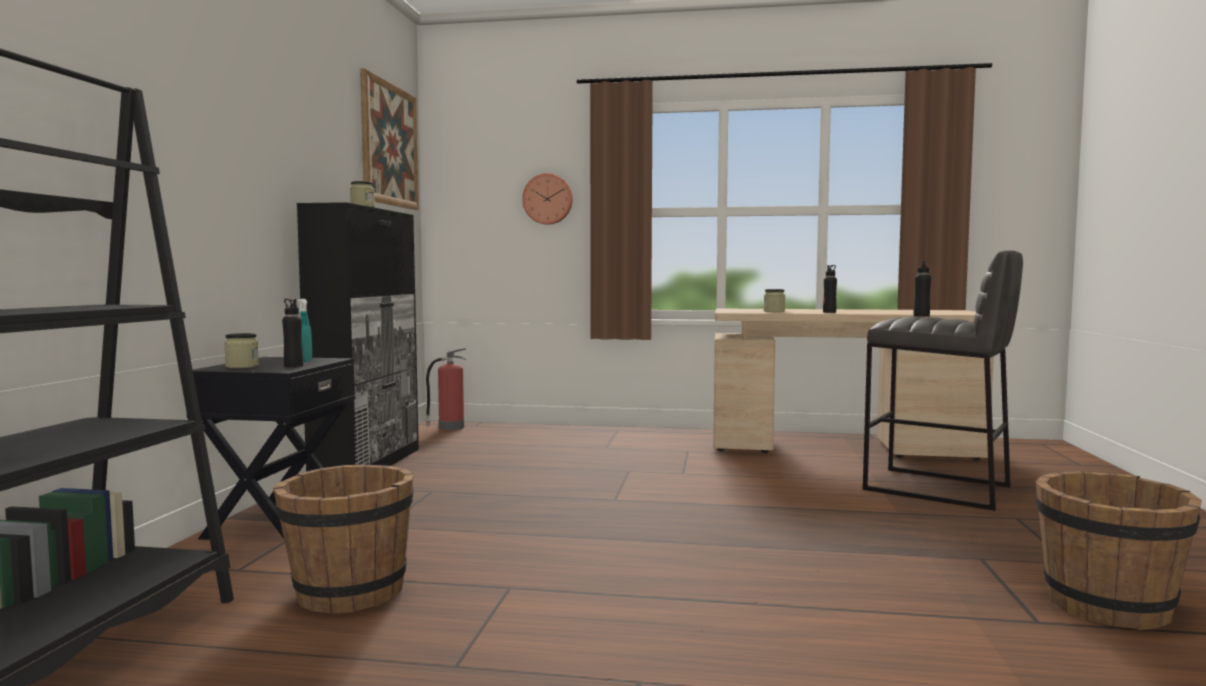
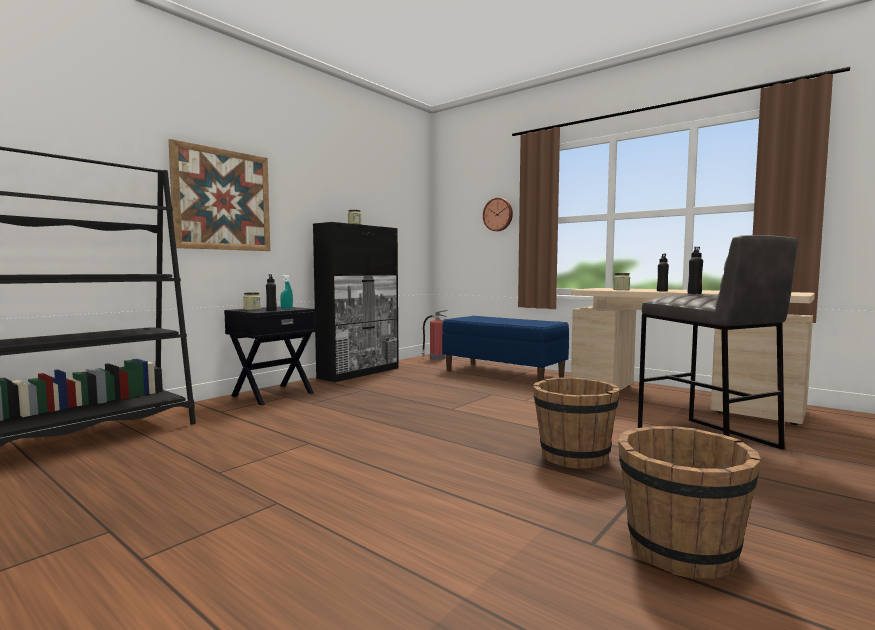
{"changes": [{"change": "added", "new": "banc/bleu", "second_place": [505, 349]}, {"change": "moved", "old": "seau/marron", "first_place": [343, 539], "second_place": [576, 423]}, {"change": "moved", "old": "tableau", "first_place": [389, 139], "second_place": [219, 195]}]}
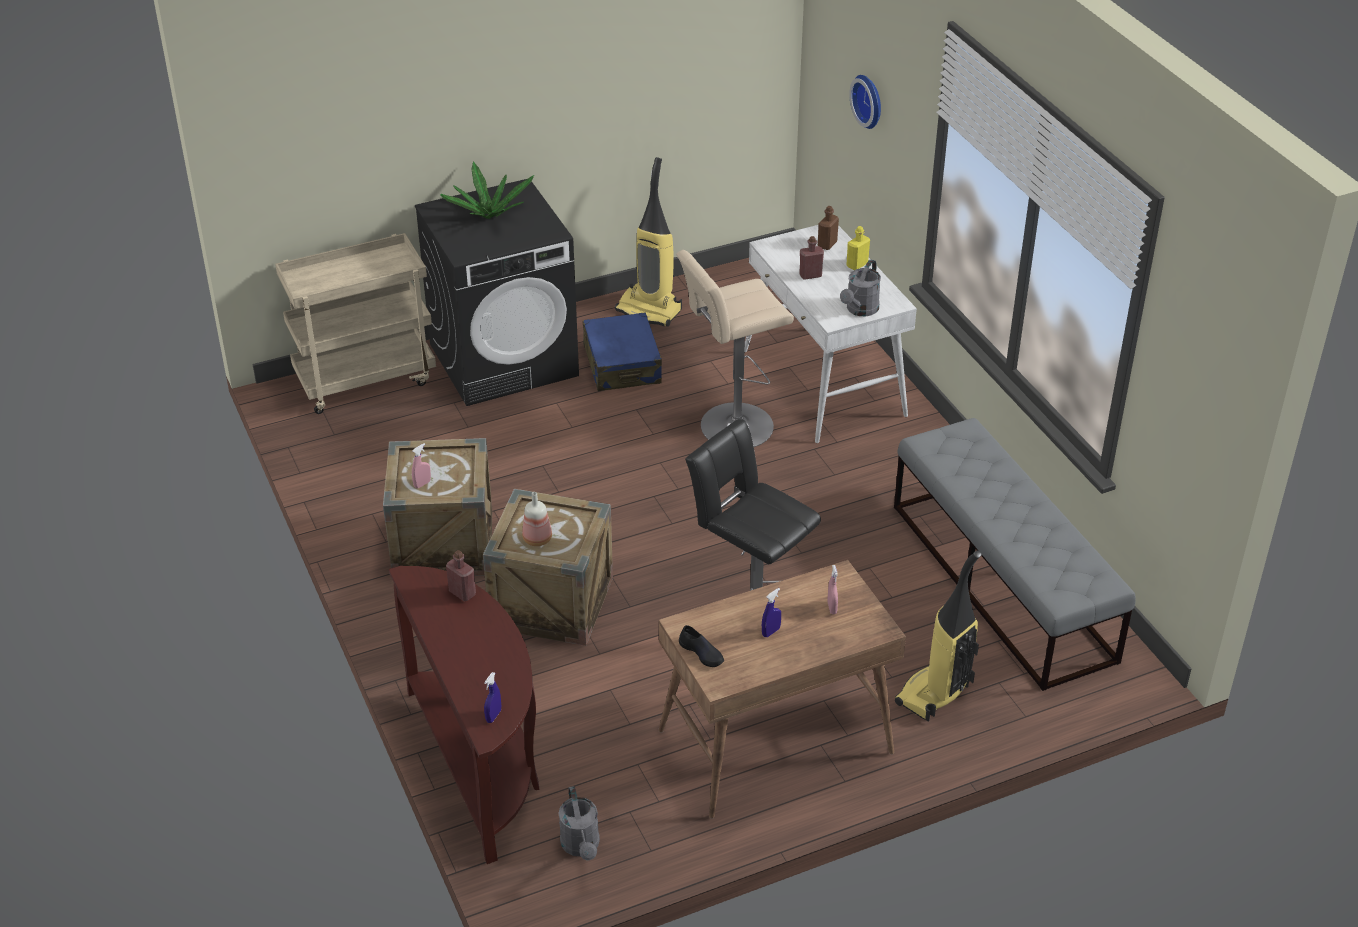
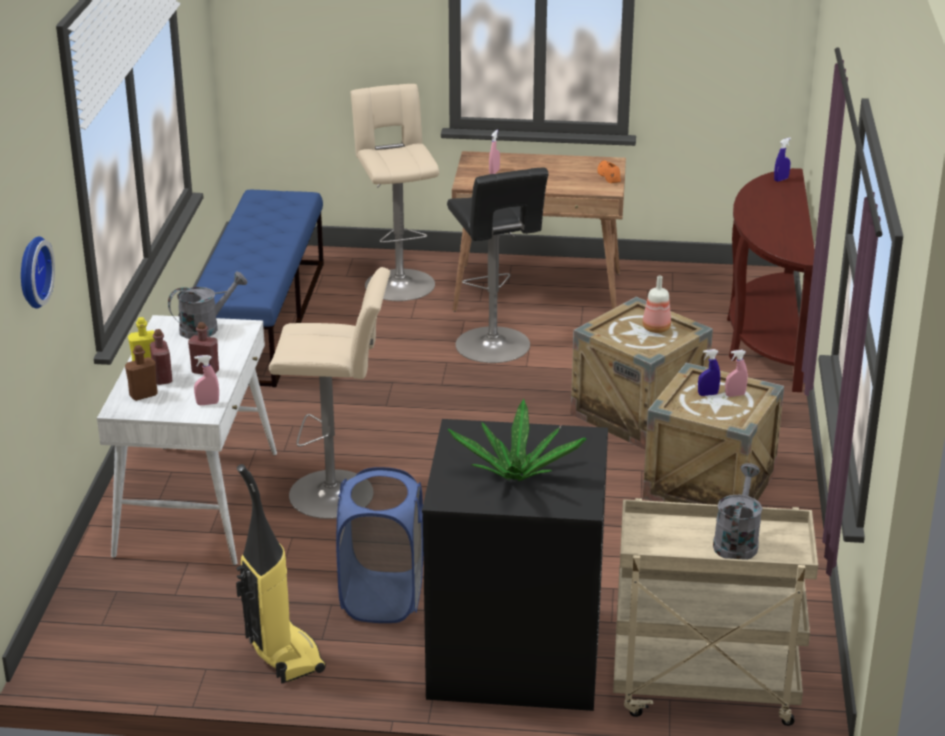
{"changes": [{"change": "added", "new": "vaporisateur/rose", "second_place": [206, 380]}, {"change": "moved", "old": "bouteille/rouge", "first_place": [461, 575], "second_place": [161, 357]}, {"change": "moved", "old": "arrosoir/gris", "first_place": [579, 823], "second_place": [737, 511]}, {"change": "moved", "old": "vaporisateur/bleu", "first_place": [771, 612], "second_place": [709, 372]}, {"change": "replaced", "old": "valise/bleu", "new": "panier à linge/bleu", "first_place": [622, 351], "second_place": [379, 545]}, {"change": "replaced", "old": "aspirateur", "new": "tabouret/beige", "first_place": [938, 636], "second_place": [395, 192]}, {"change": "recoloured", "old": "chaussure/noir", "new": "chaussure/orange", "first_place": [701, 646], "second_place": [609, 171]}, {"change": "recoloured", "old": "banc/gris", "new": "banc/bleu", "first_place": [1015, 554], "second_place": [260, 288]}]}
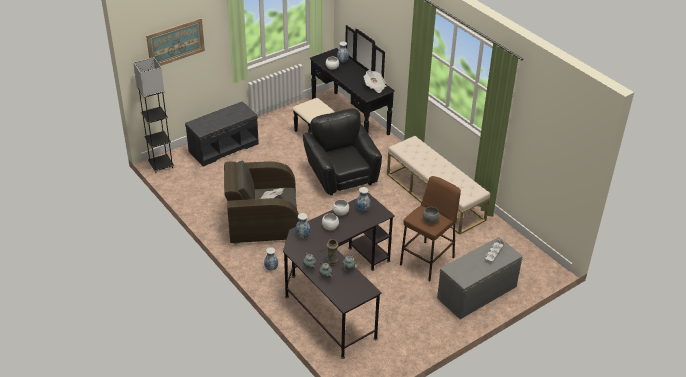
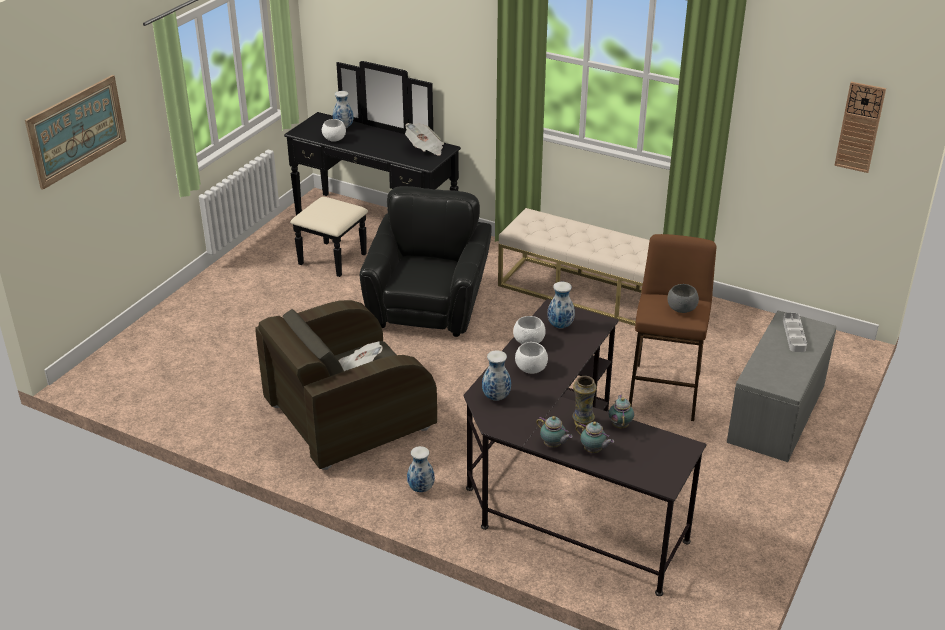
{"changes": [{"change": "removed", "old": "lampadaire/gris", "first_place": [153, 114]}, {"change": "removed", "old": "banc/gris", "first_place": [222, 134]}, {"change": "added", "new": "horloge murale", "second_place": [860, 127]}, {"change": "turned", "old": "fauteuil/noir", "first_place": [342, 151], "second_place": [426, 261], "degrees": 60}]}
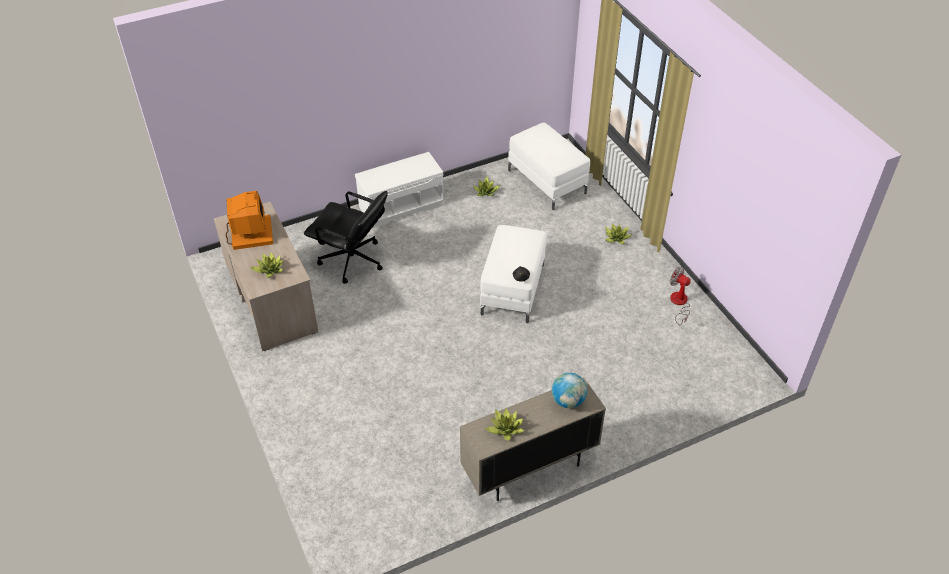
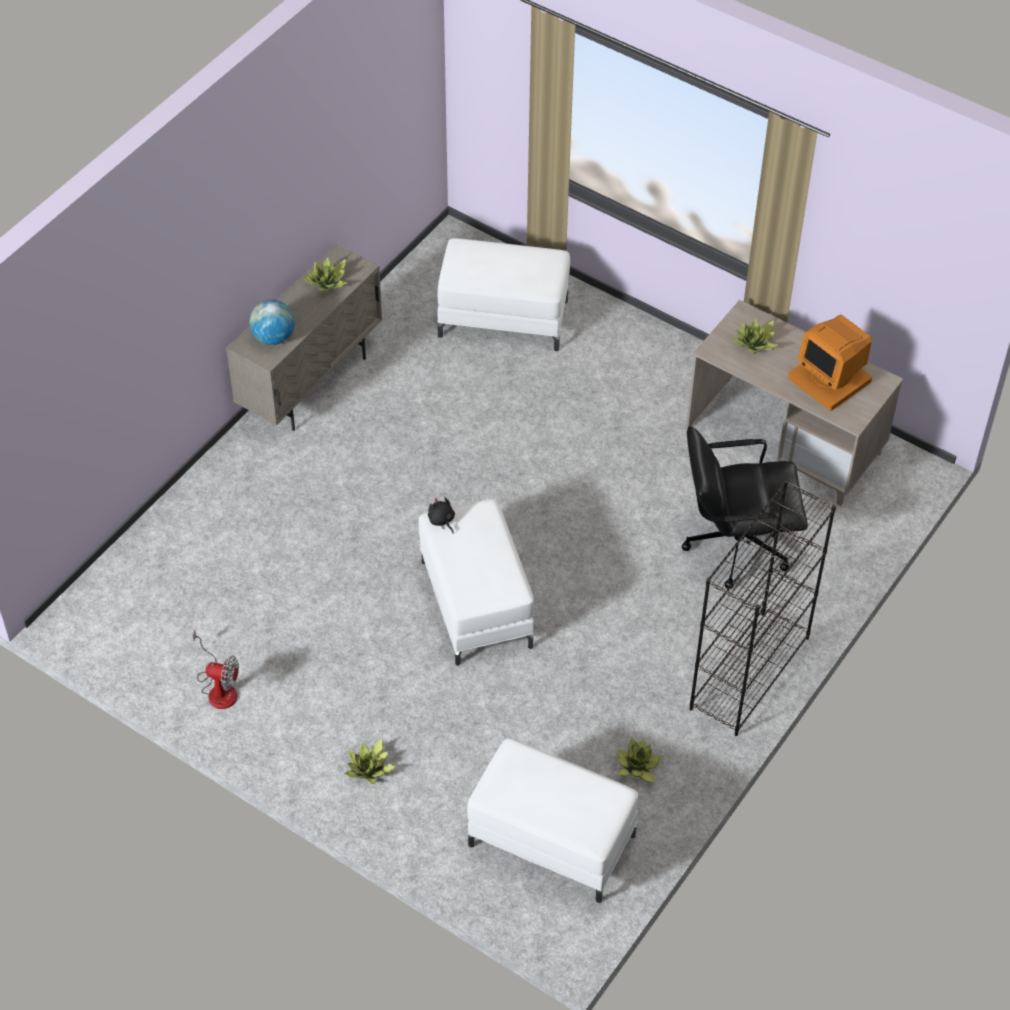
{"changes": [{"change": "added", "new": "pouf/blanc", "second_place": [503, 294]}, {"change": "replaced", "old": "banc/blanc", "new": "bibliothèque/noir", "first_place": [399, 190], "second_place": [763, 608]}]}
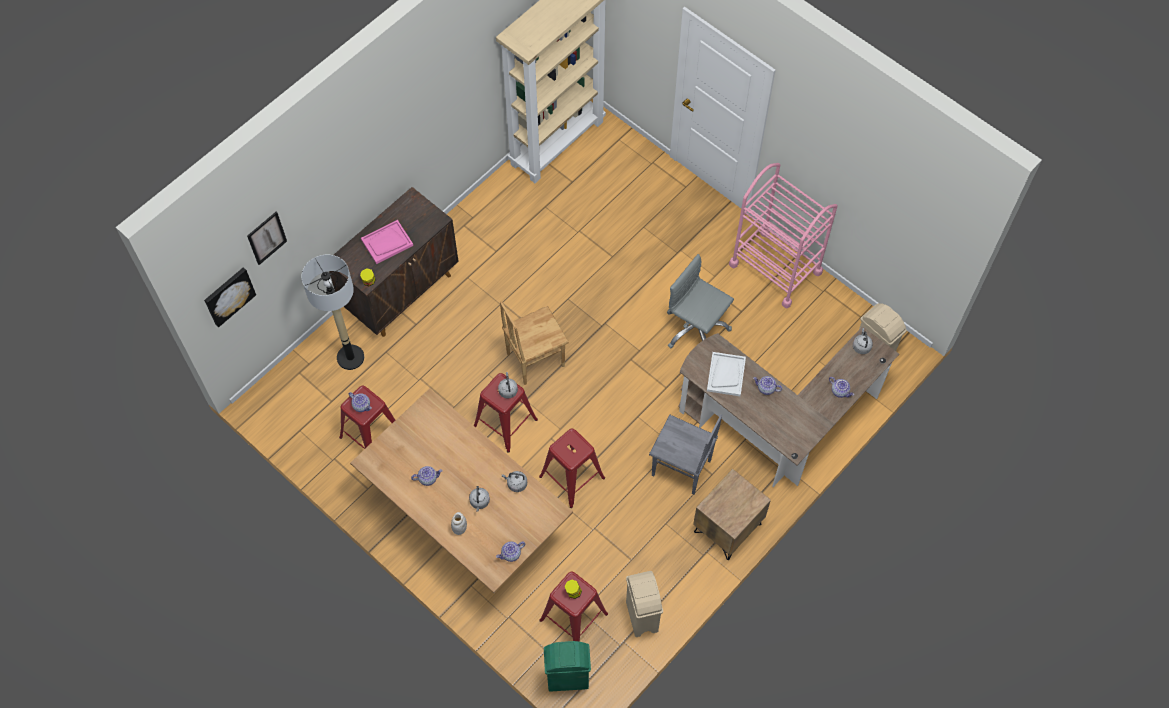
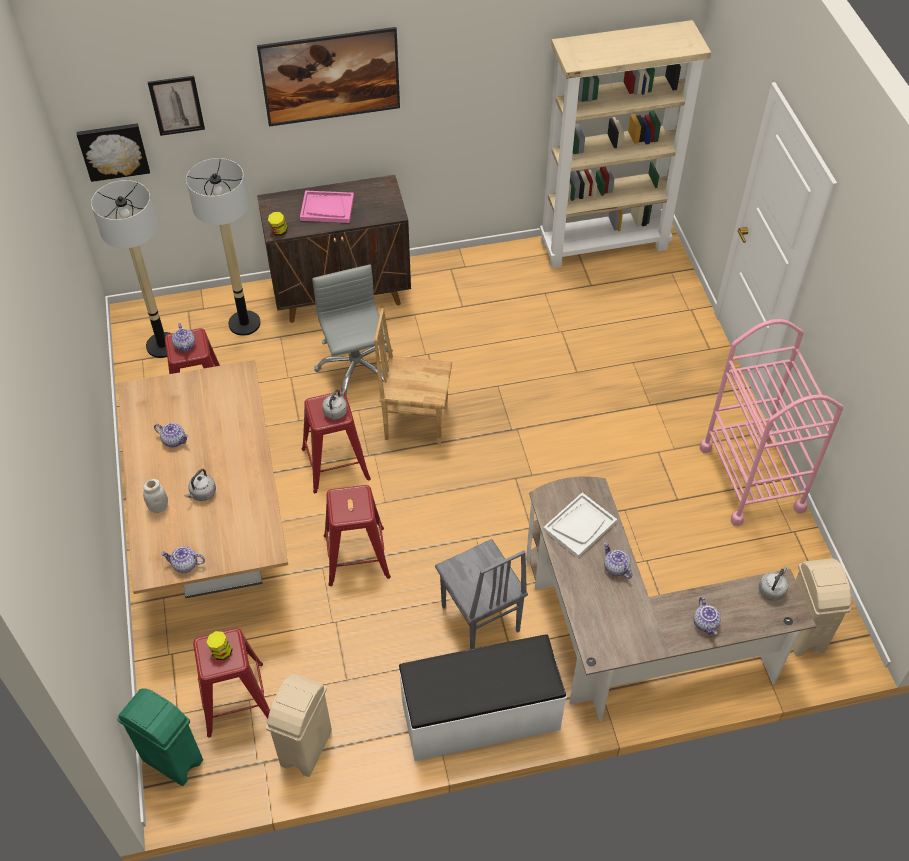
{"changes": [{"change": "removed", "old": "bouilloire/gris", "first_place": [514, 481]}, {"change": "added", "new": "lampadaire", "second_place": [131, 269]}, {"change": "added", "new": "tableau", "second_place": [328, 77]}, {"change": "moved", "old": "chaise de bureau/gris", "first_place": [700, 301], "second_place": [352, 329]}, {"change": "replaced", "old": "table de chevet/marron", "new": "banc/blanc", "first_place": [732, 514], "second_place": [482, 697]}]}
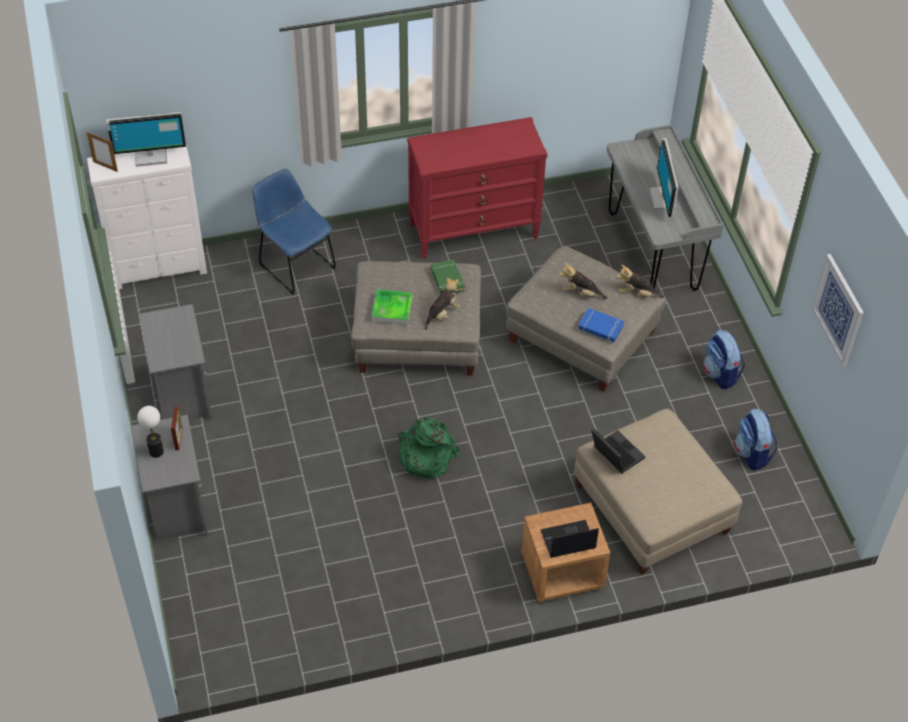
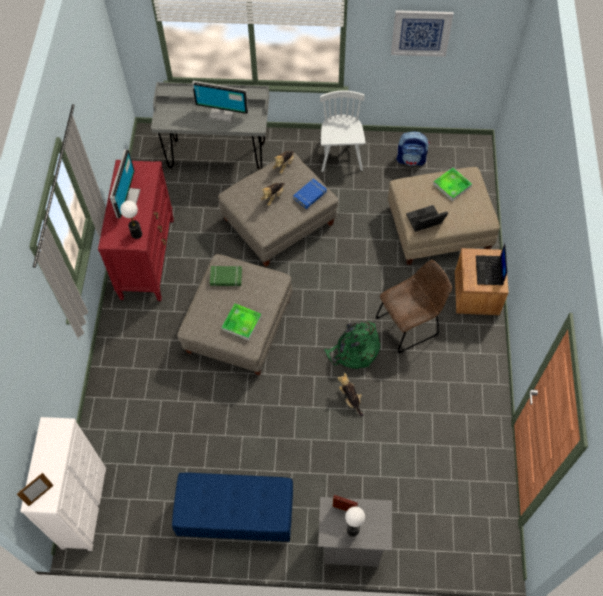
{"changes": [{"change": "removed", "old": "chaise/bleu", "first_place": [294, 232]}, {"change": "added", "new": "lampe de table", "second_place": [131, 220]}, {"change": "added", "new": "chaise/marron", "second_place": [414, 306]}, {"change": "added", "new": "plateau", "second_place": [452, 184]}, {"change": "moved", "old": "écran d'ordinateur", "first_place": [146, 139], "second_place": [125, 183]}, {"change": "moved", "old": "peluche", "first_place": [442, 304], "second_place": [351, 394]}, {"change": "replaced", "old": "table de chevet/gris", "new": "banc/bleu", "first_place": [176, 362], "second_place": [232, 507]}, {"change": "replaced", "old": "sac à dos", "new": "chaise/blanc", "first_place": [724, 359], "second_place": [343, 131]}]}
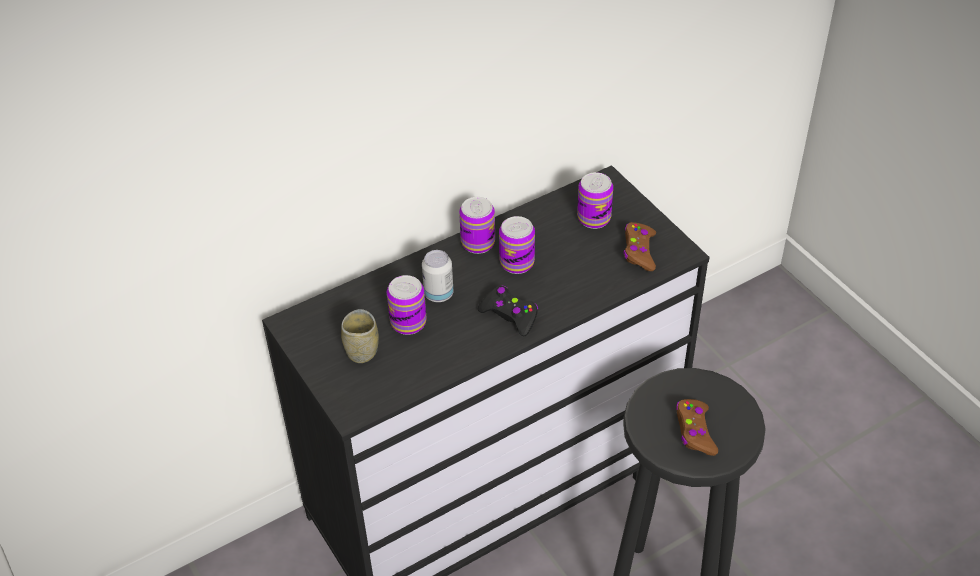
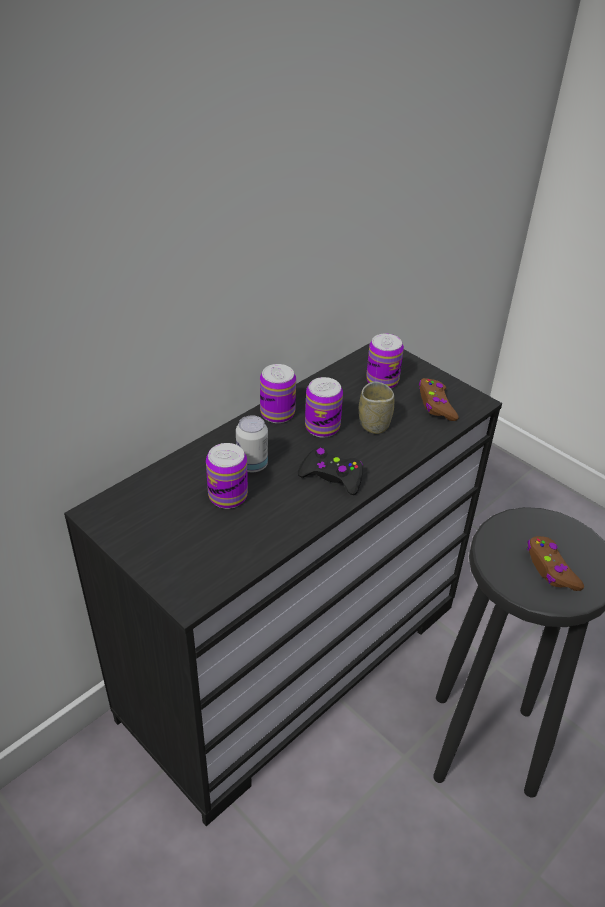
{"changes": [{"change": "moved", "old": "tasse", "first_place": [360, 336], "second_place": [376, 407]}]}
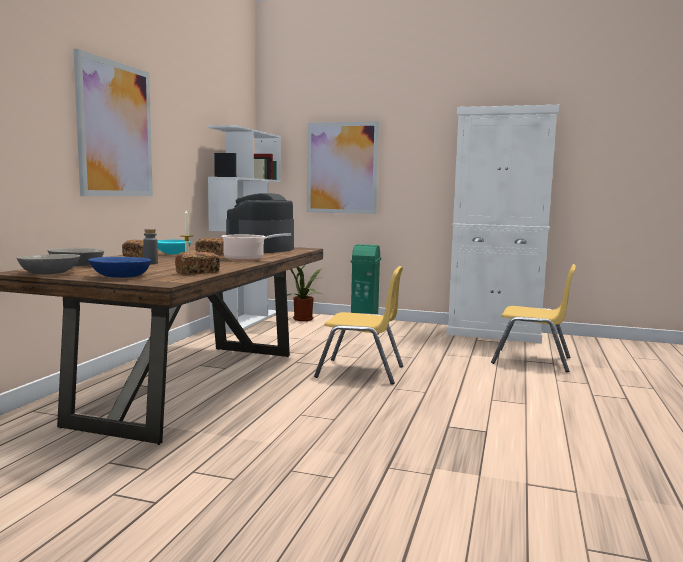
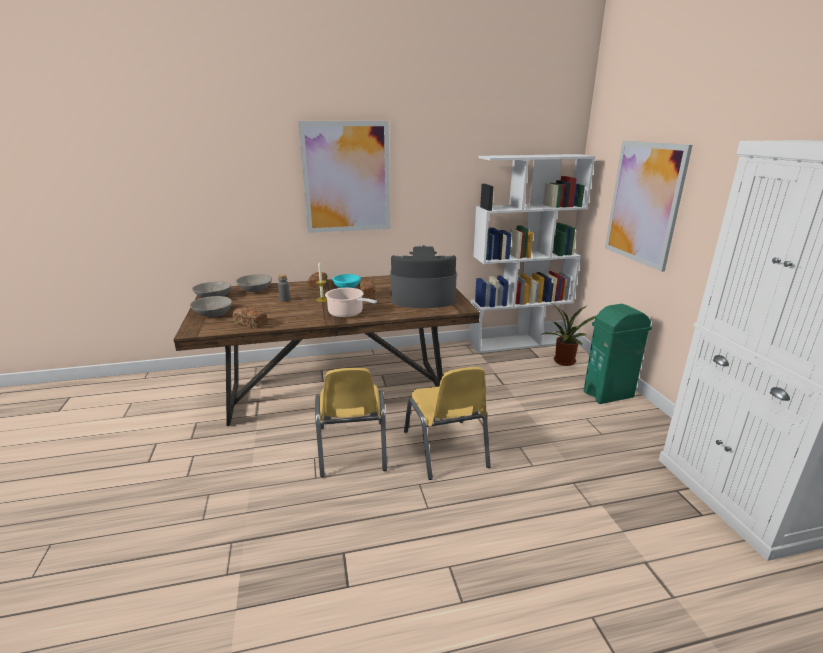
{"changes": [{"change": "moved", "old": "chaise/jaune", "first_place": [533, 318], "second_place": [351, 422]}, {"change": "recoloured", "old": "bol/bleu", "new": "bol/gris", "first_place": [119, 267], "second_place": [211, 306]}]}
